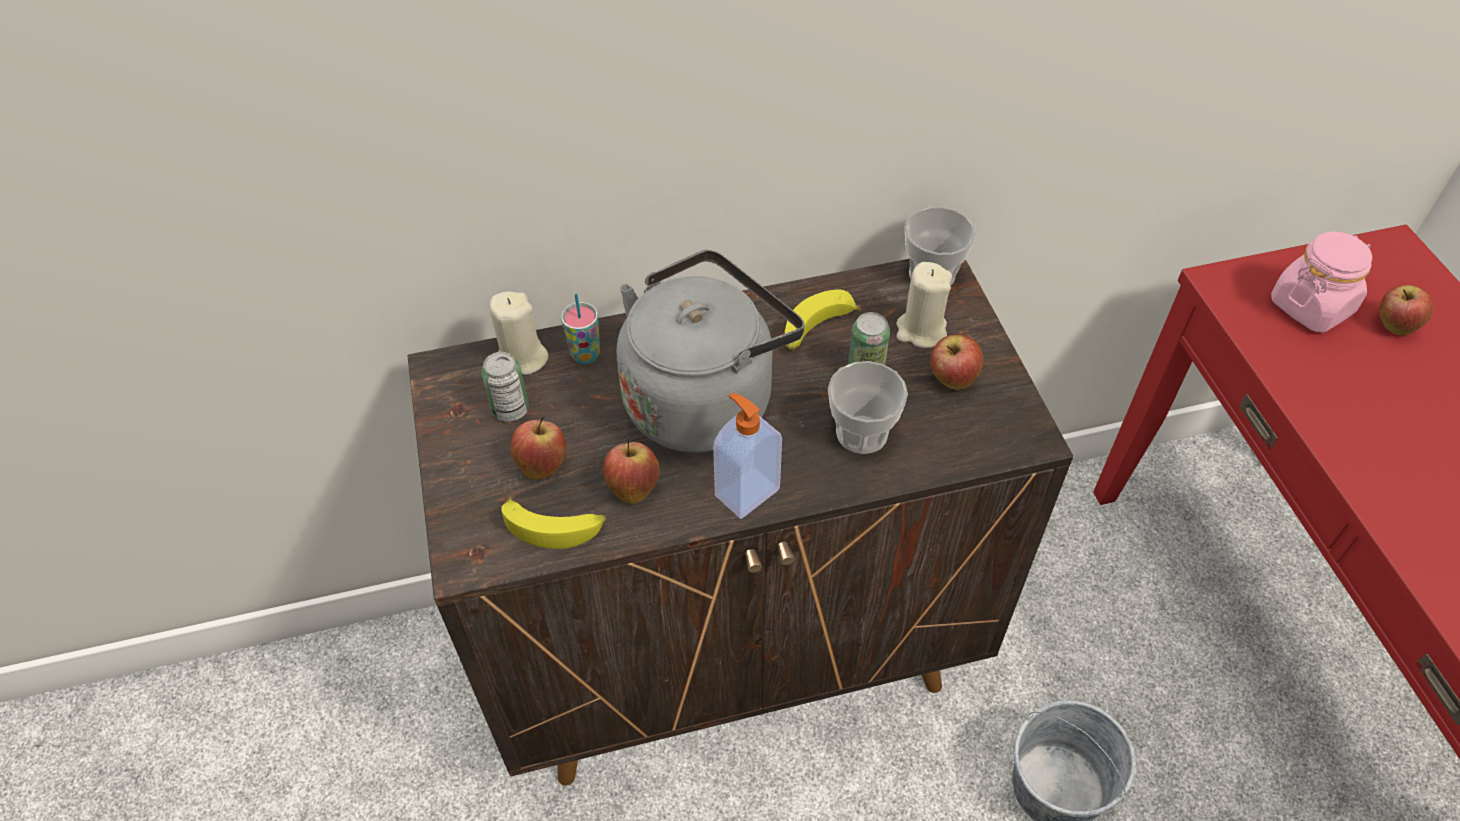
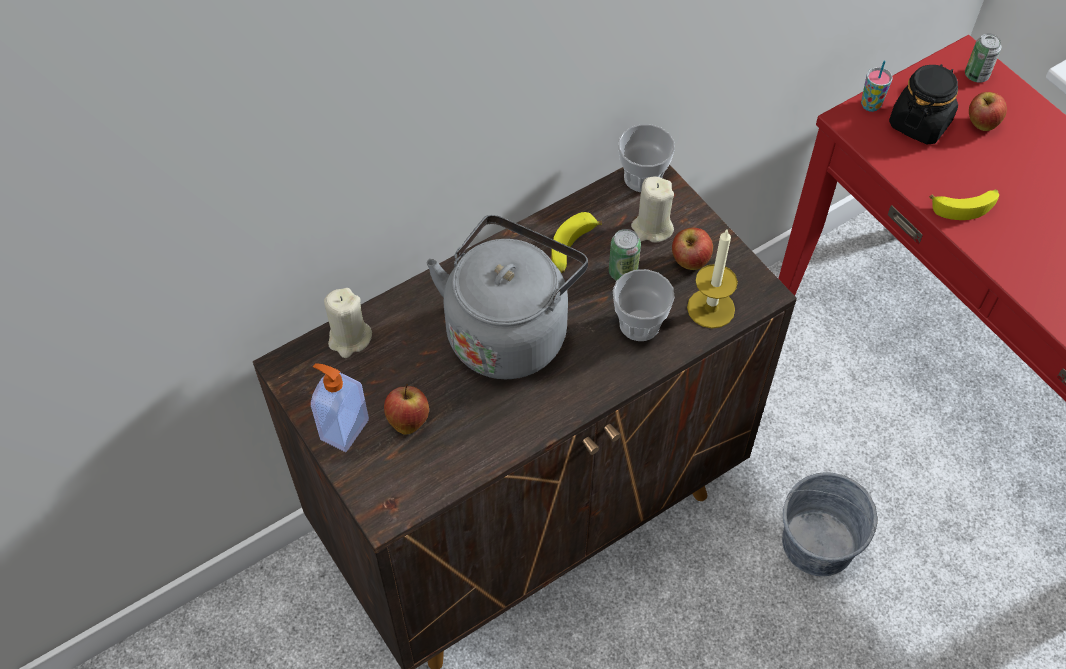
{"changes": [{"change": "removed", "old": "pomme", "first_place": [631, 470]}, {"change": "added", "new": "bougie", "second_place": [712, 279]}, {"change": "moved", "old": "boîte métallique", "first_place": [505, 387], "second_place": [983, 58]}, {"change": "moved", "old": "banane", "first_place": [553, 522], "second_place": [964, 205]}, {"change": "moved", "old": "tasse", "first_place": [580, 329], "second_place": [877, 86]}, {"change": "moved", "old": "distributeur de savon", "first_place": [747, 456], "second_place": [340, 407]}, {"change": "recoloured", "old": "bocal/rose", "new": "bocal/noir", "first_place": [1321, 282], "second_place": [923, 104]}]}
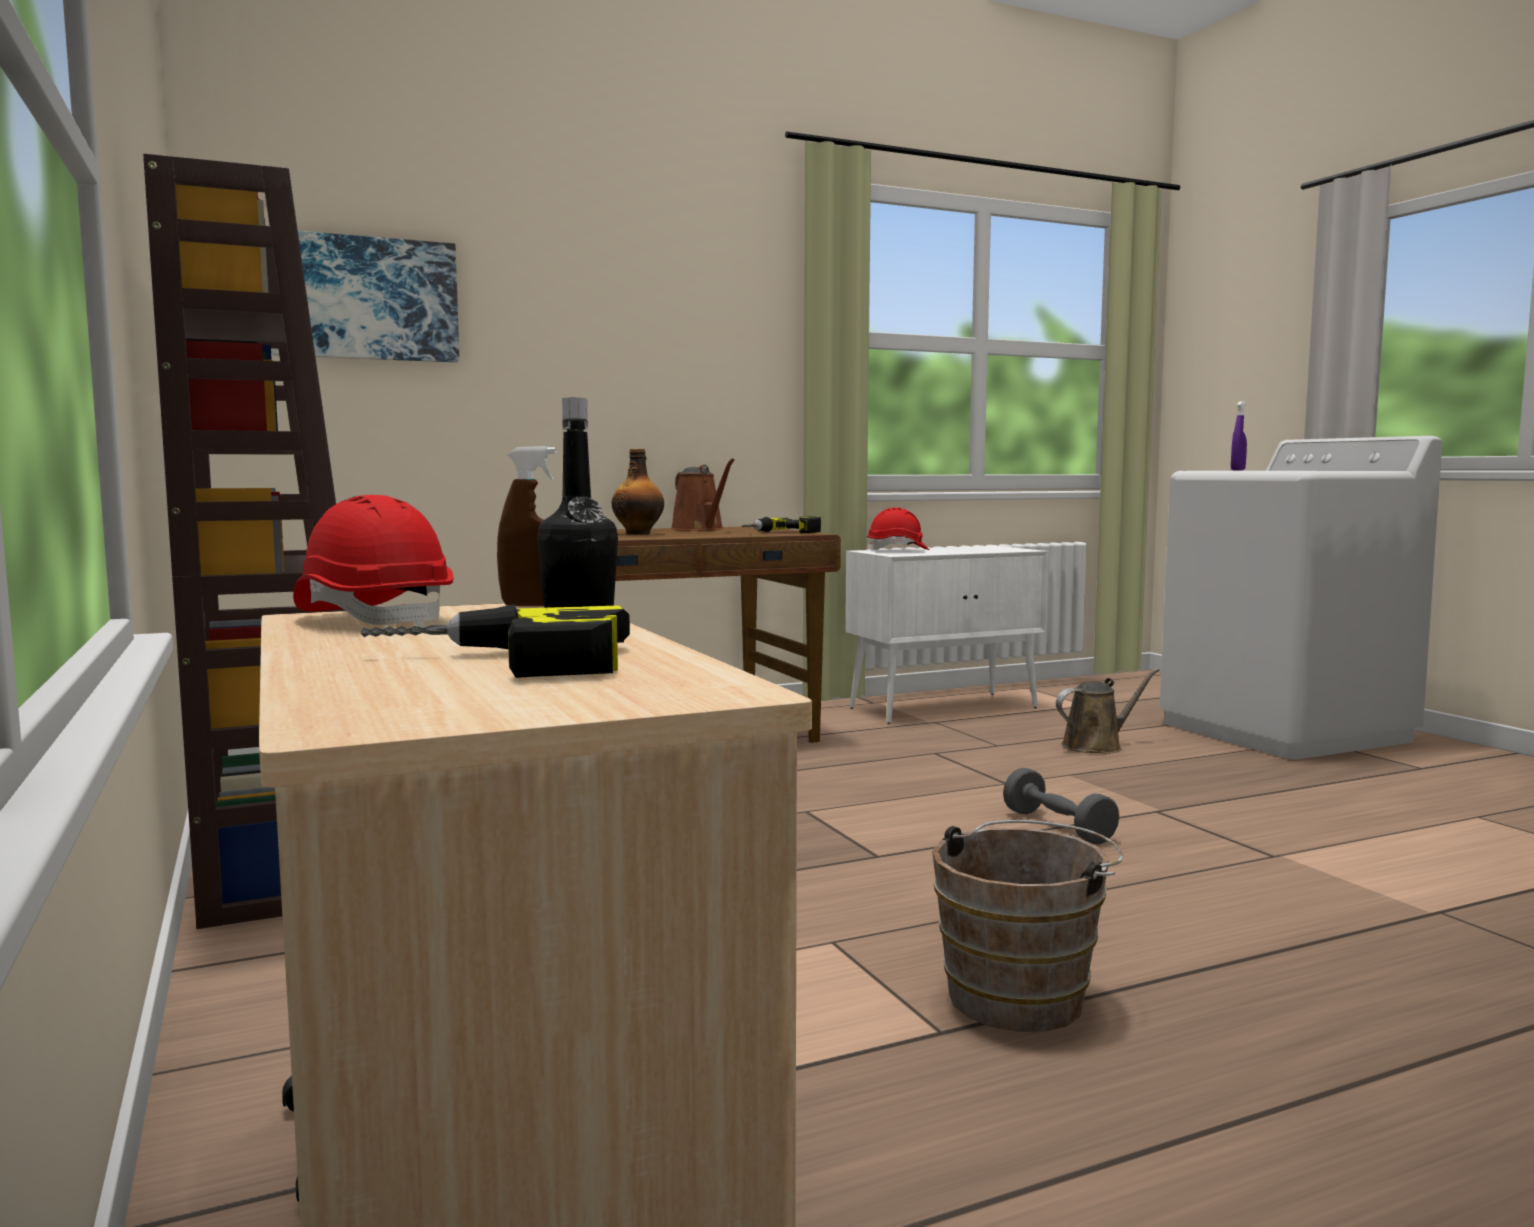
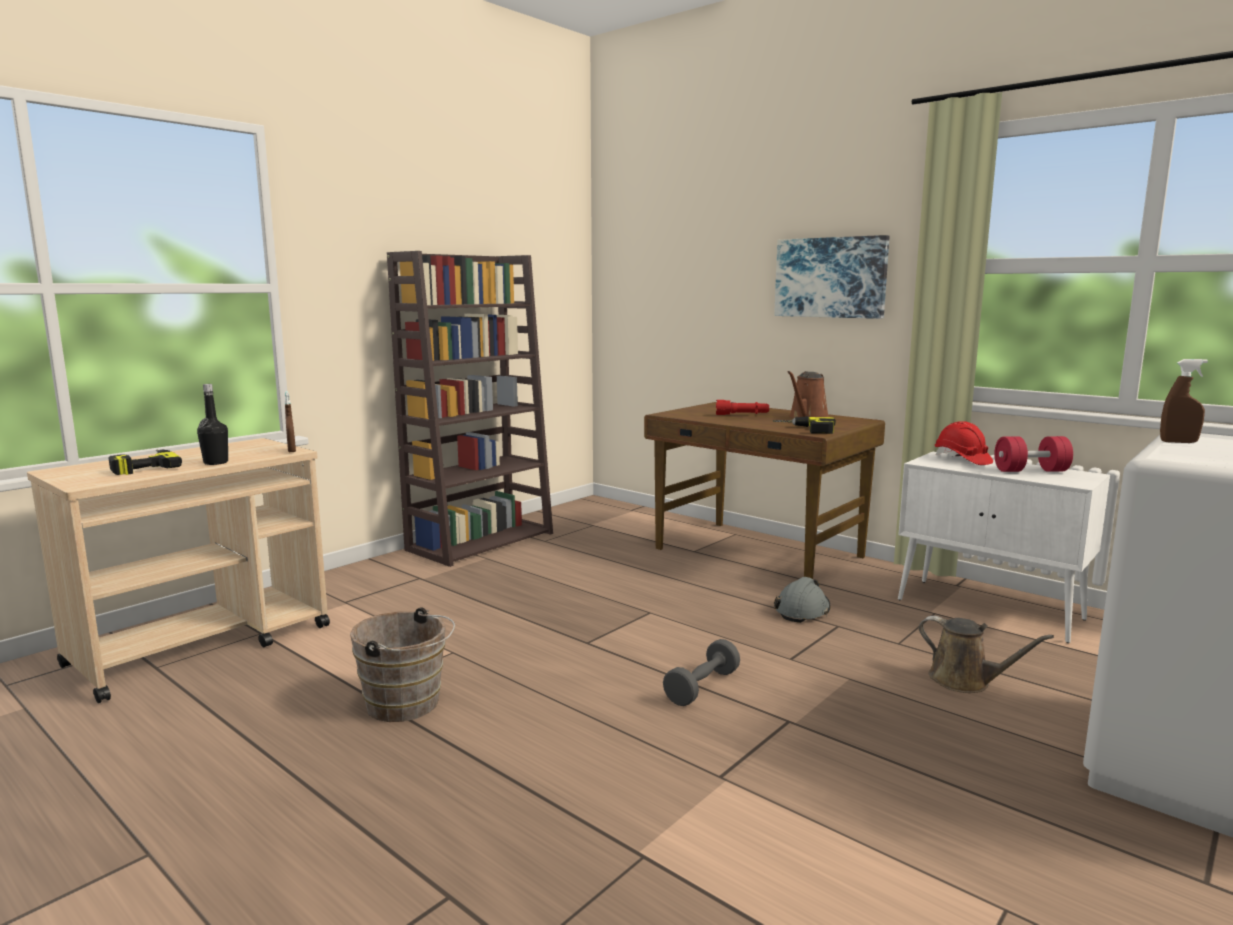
{"changes": [{"change": "removed", "old": "casque de chantier/rouge", "first_place": [373, 561]}, {"change": "added", "new": "casque de chantier/gris", "second_place": [802, 600]}, {"change": "added", "new": "haltère/rouge", "second_place": [1033, 454]}, {"change": "moved", "old": "tableau", "first_place": [365, 296], "second_place": [832, 277]}, {"change": "replaced", "old": "bouteille", "new": "lampe de poche/rouge", "first_place": [638, 491], "second_place": [742, 407]}, {"change": "recoloured", "old": "vaporisateur/violet", "new": "vaporisateur/marron", "first_place": [1239, 435], "second_place": [1184, 401]}]}
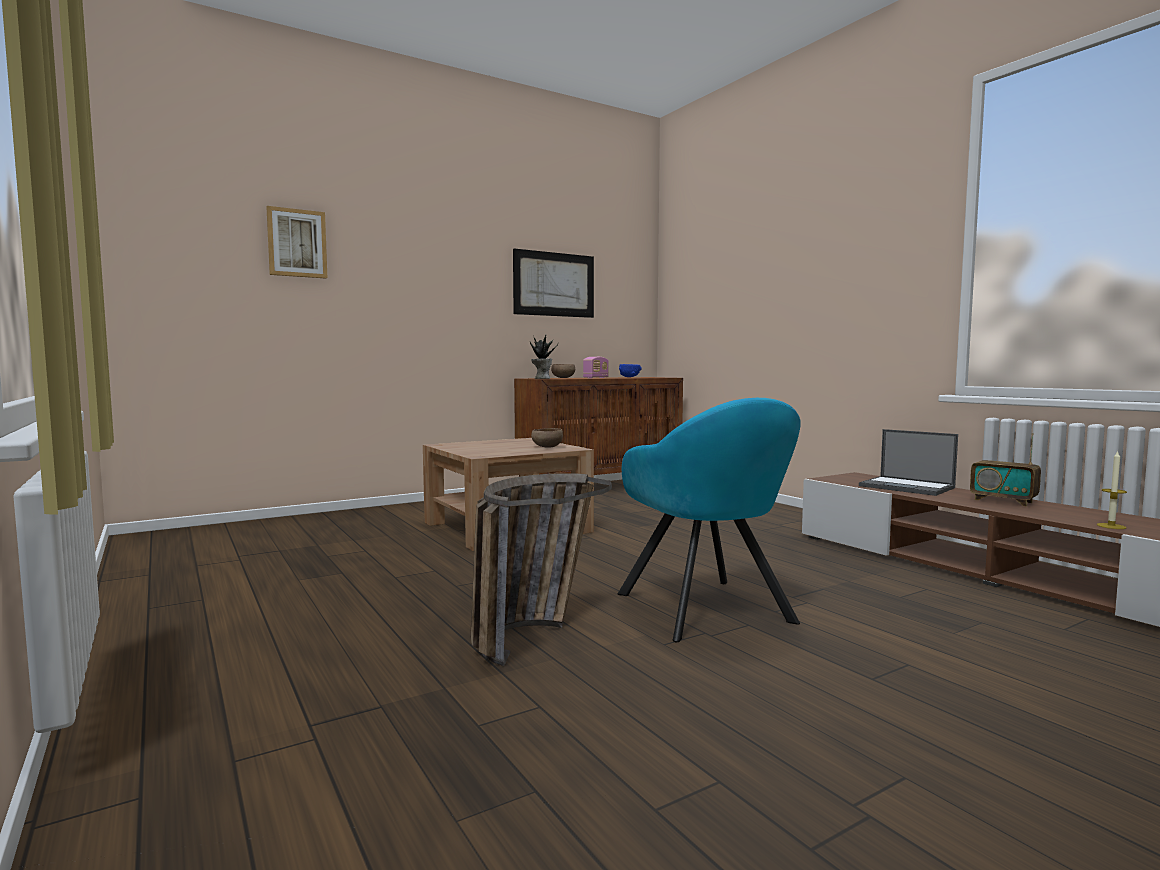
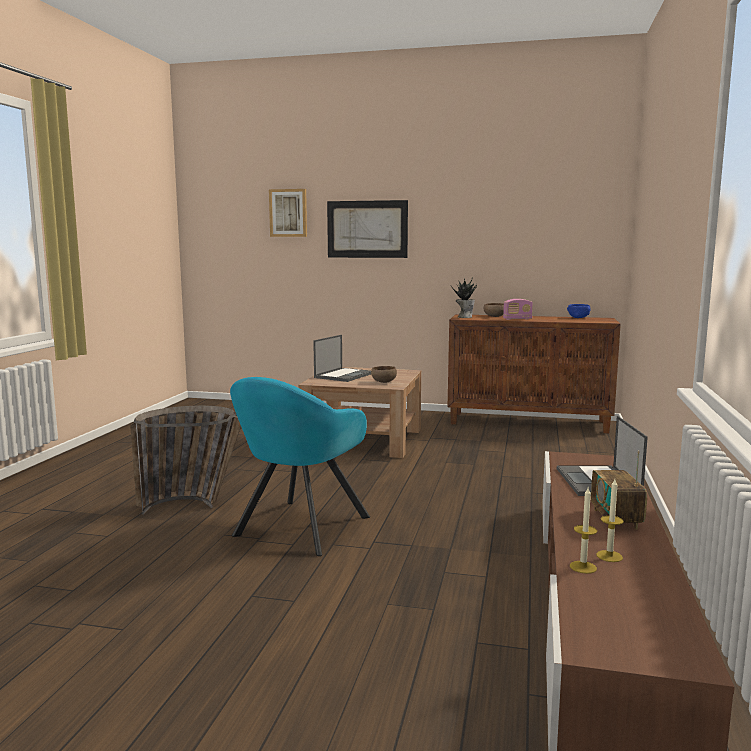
{"changes": [{"change": "added", "new": "ordinateur portable", "second_place": [342, 358]}, {"change": "added", "new": "bougie", "second_place": [610, 520]}, {"change": "moved", "old": "tableau", "first_place": [553, 283], "second_place": [367, 229]}]}
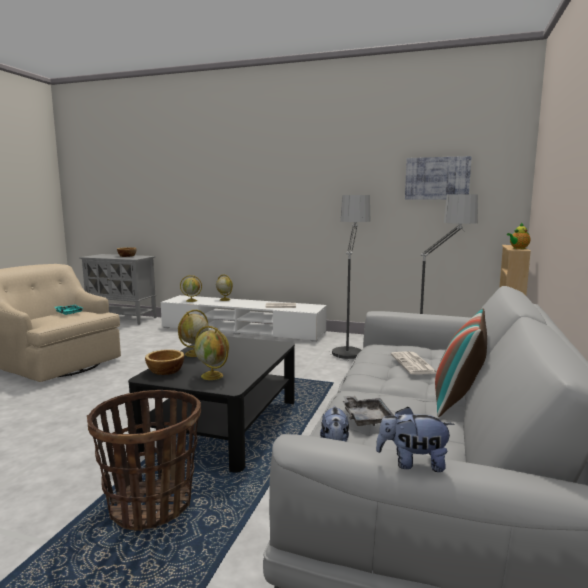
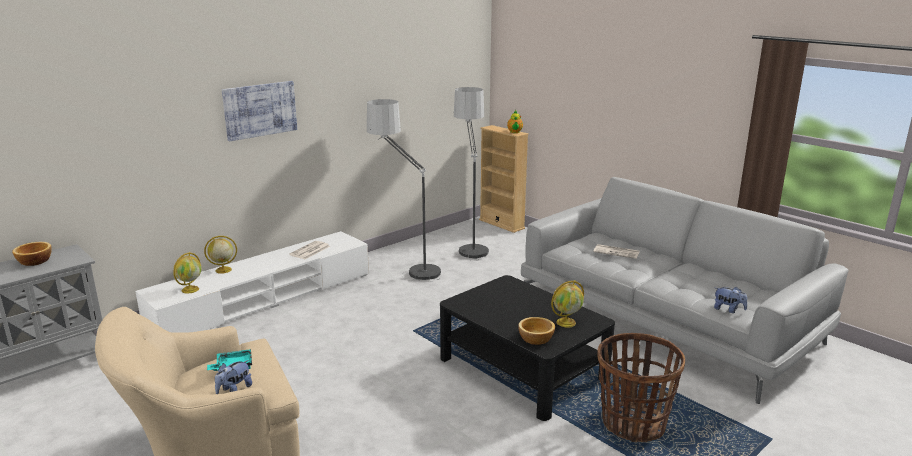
{"changes": [{"change": "removed", "old": "globe", "first_place": [193, 333]}, {"change": "removed", "old": "plateau/gris", "first_place": [368, 411]}, {"change": "removed", "old": "coussin", "first_place": [461, 362]}, {"change": "moved", "old": "peluche", "first_place": [415, 439], "second_place": [233, 377]}, {"change": "moved", "old": "tableau", "first_place": [438, 177], "second_place": [259, 111]}]}
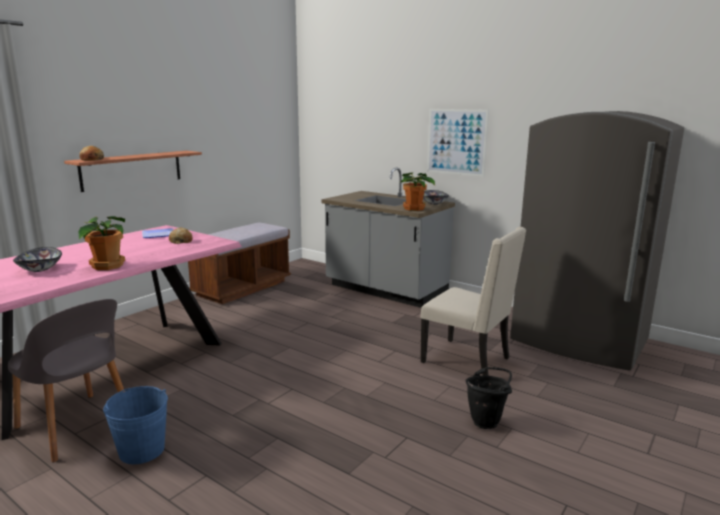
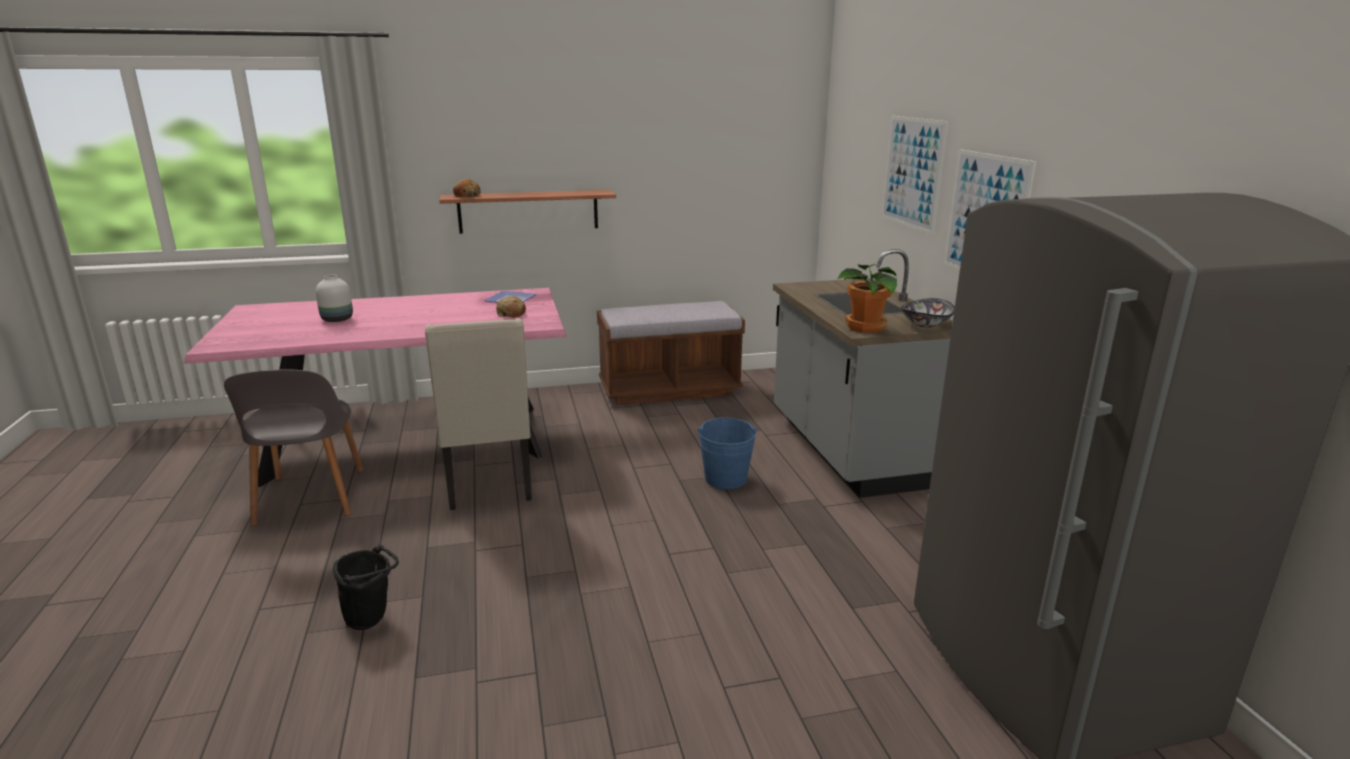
{"changes": [{"change": "removed", "old": "plante en pot", "first_place": [101, 243]}, {"change": "added", "new": "tableau", "second_place": [915, 175]}, {"change": "moved", "old": "seau/bleu", "first_place": [135, 425], "second_place": [727, 453]}, {"change": "moved", "old": "chaise/beige", "first_place": [473, 301], "second_place": [478, 414]}, {"change": "moved", "old": "seau/noir", "first_place": [488, 398], "second_place": [366, 587]}, {"change": "replaced", "old": "bol", "new": "vase/blanc", "first_place": [37, 259], "second_place": [334, 298]}]}
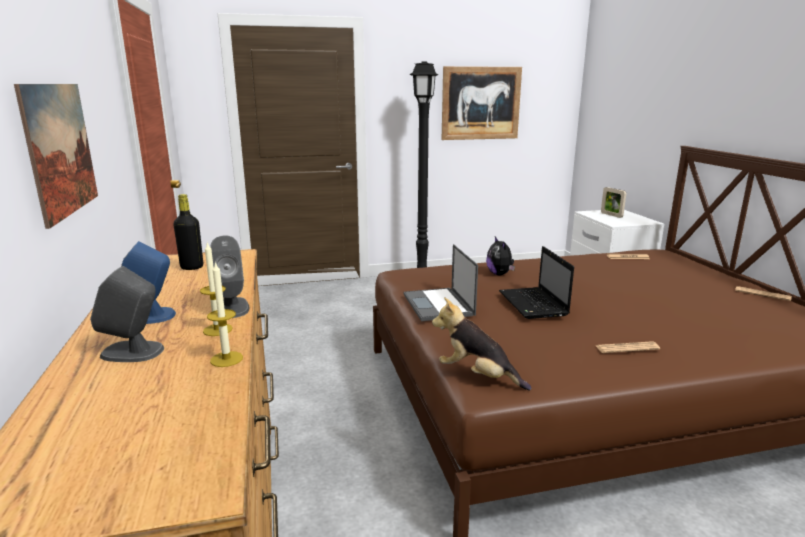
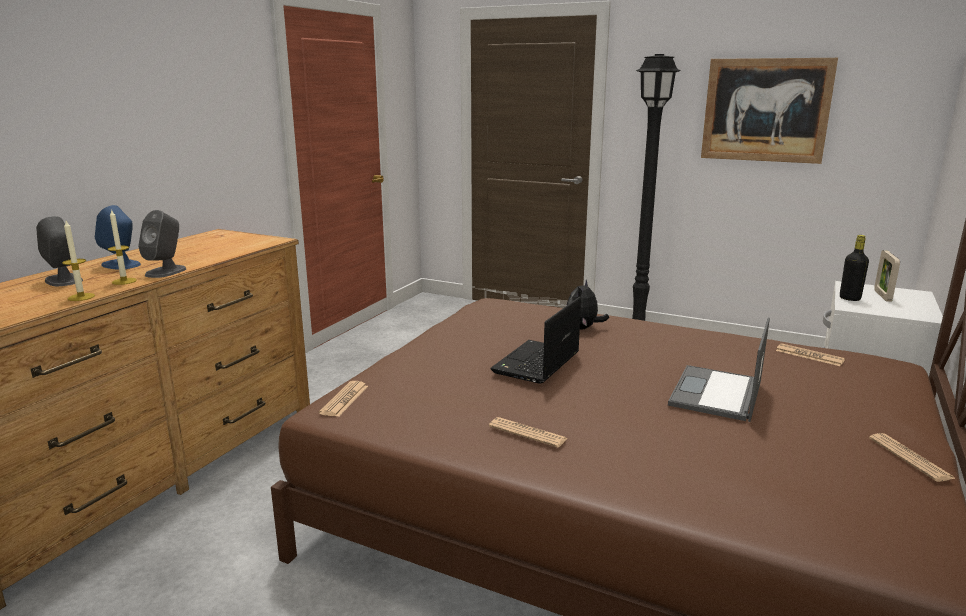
{"changes": [{"change": "removed", "old": "tableau", "first_place": [56, 156]}, {"change": "moved", "old": "bouteille/noir", "first_place": [188, 232], "second_place": [854, 268]}, {"change": "moved", "old": "ordinateur portable", "first_place": [441, 282], "second_place": [719, 369]}, {"change": "replaced", "old": "peluche", "new": "journal", "first_place": [481, 344], "second_place": [343, 399]}]}
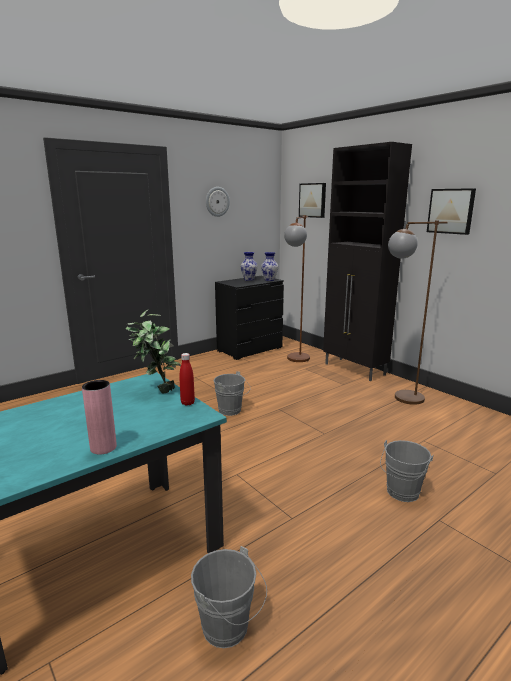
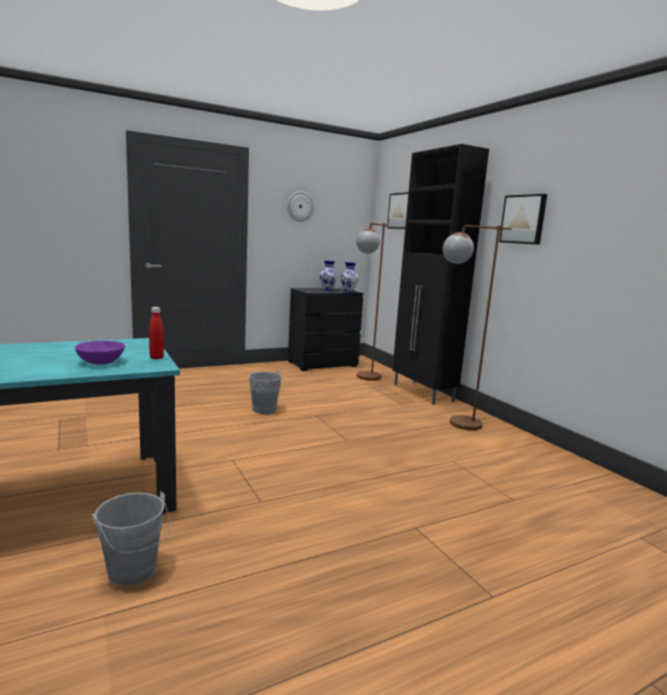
{"changes": [{"change": "removed", "old": "vase/rose", "first_place": [99, 417]}, {"change": "removed", "old": "plante en pot", "first_place": [153, 351]}, {"change": "removed", "old": "seau/gris", "first_place": [406, 471]}, {"change": "added", "new": "bol/violet", "second_place": [100, 352]}]}
